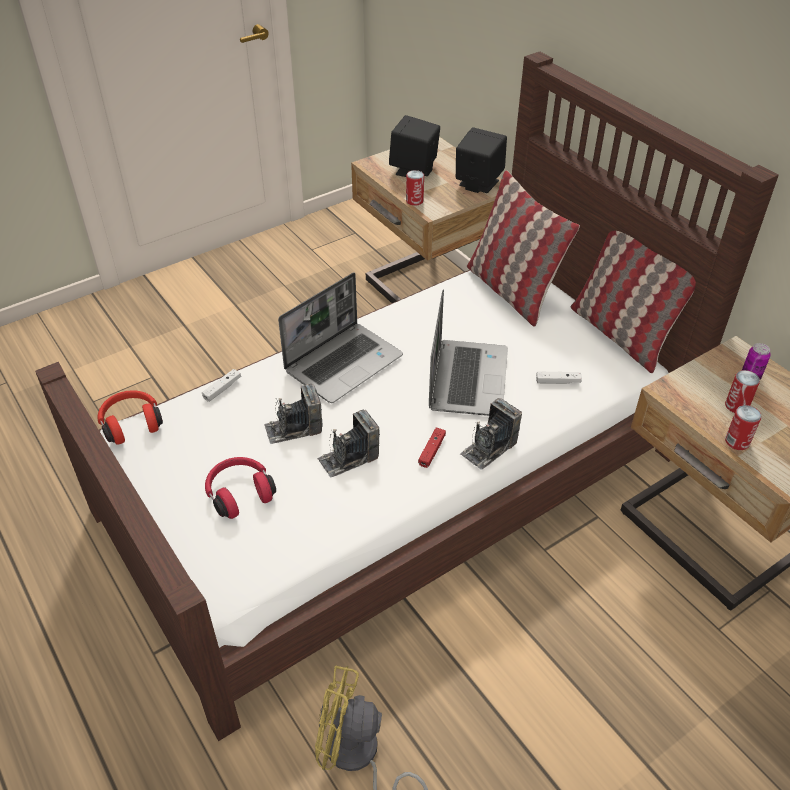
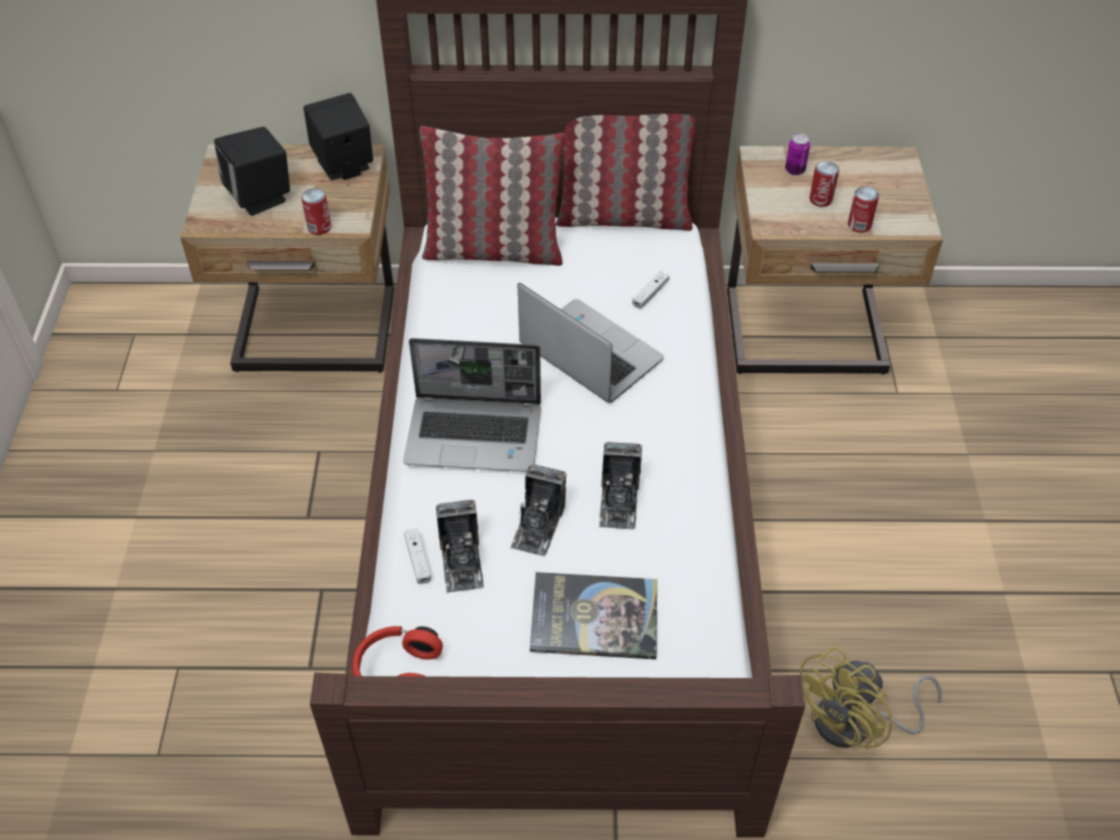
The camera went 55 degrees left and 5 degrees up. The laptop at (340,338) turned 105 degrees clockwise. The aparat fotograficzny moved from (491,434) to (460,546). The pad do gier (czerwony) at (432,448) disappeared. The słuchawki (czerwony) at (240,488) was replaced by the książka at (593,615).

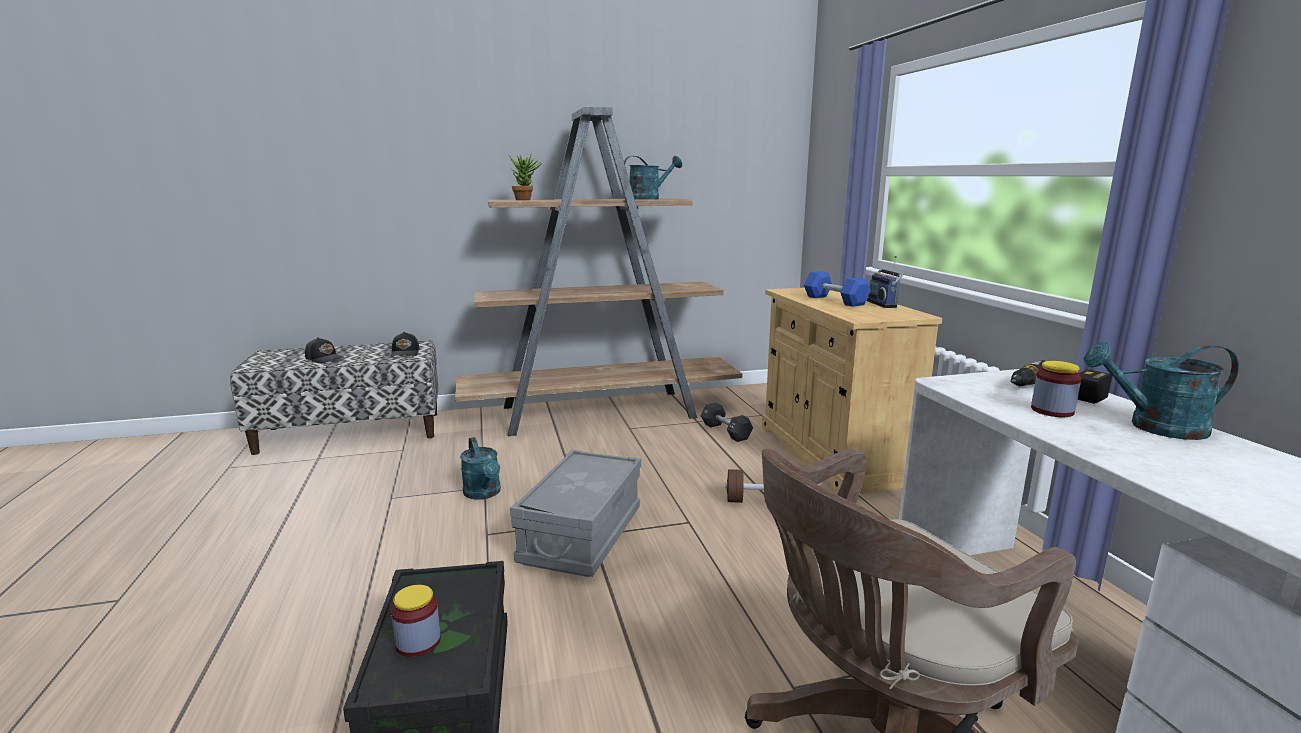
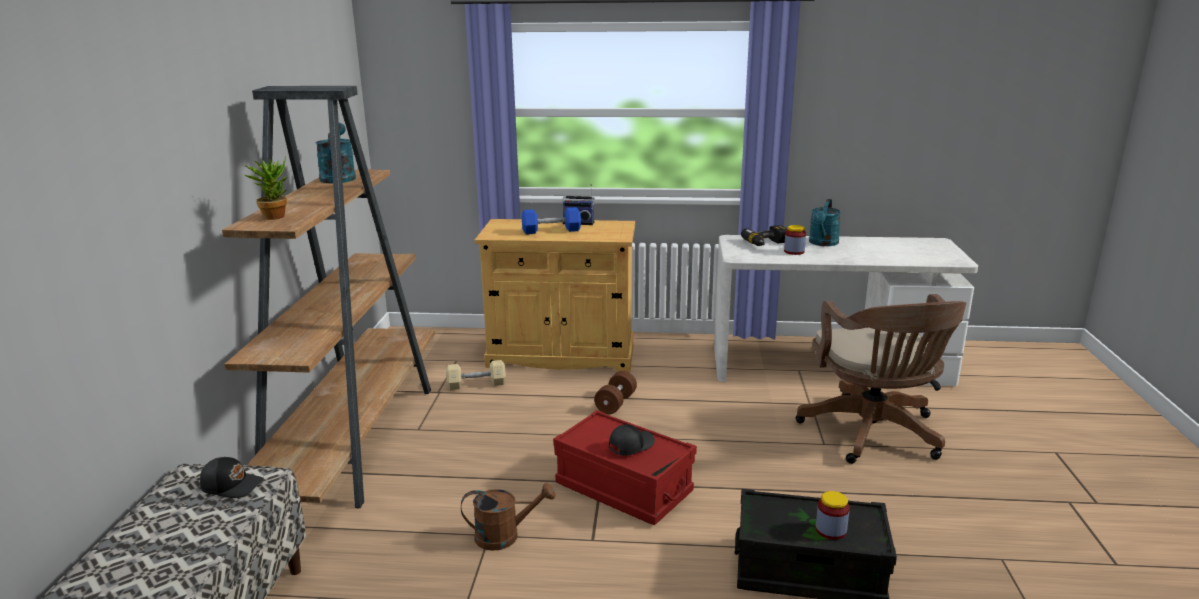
The camera went 70 degrees left and 5 degrees up. The czapka z daszkiem (czarny) moved from (324,350) to (632,439). The hantel (czarny) at (727,422) became the hantel (beżowy) at (476,375). The konewka (turkusowy) at (480,468) became the konewka (brązowy) at (508,516). The pojemnik do przechowywania (szary) at (575,513) became the pojemnik do przechowywania (czerwony) at (625,468).

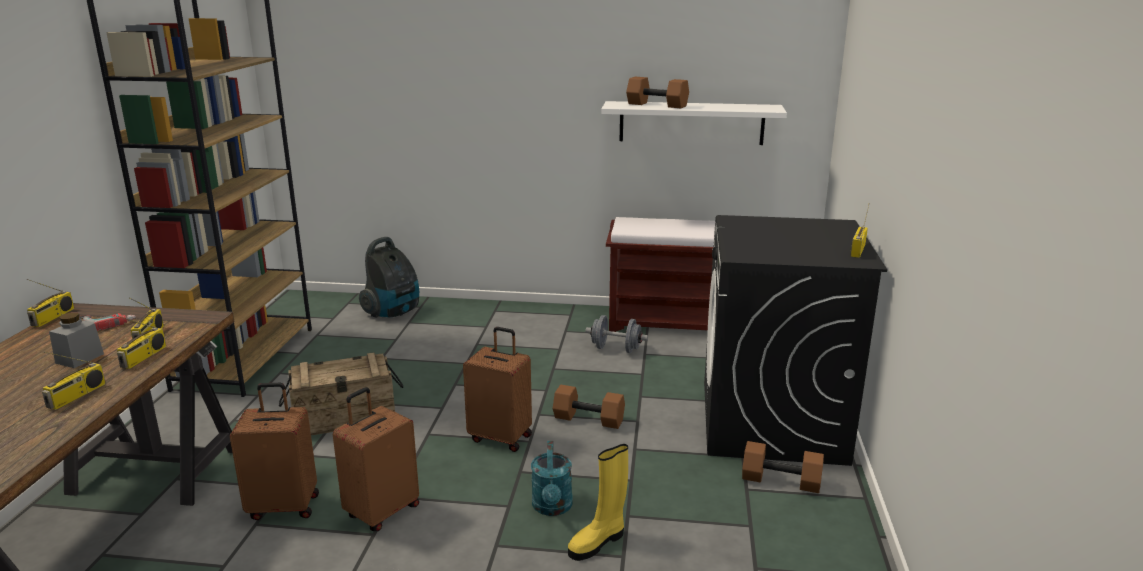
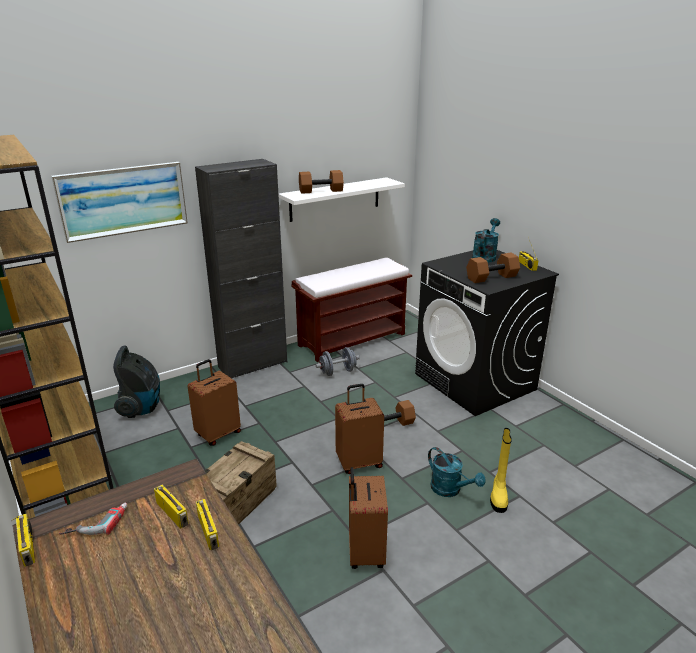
The camera went 40 degrees left and 5 degrees up. The słoik (szary) at (76,340) disappeared. The radio at (74,381) disappeared. The walizka (brązowy) moved from (274,451) to (214,402). The hantel (brązowy) moved from (783,467) to (493,268). The szafka (czarny) at (241,268) appeared. The obraz at (119,202) appeared. The konewka (turkusowy) at (486,240) appeared.

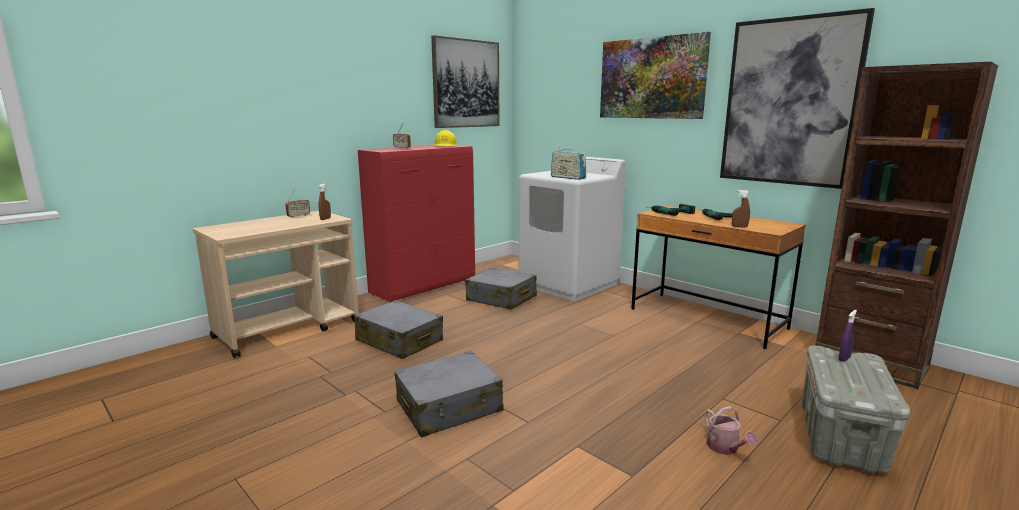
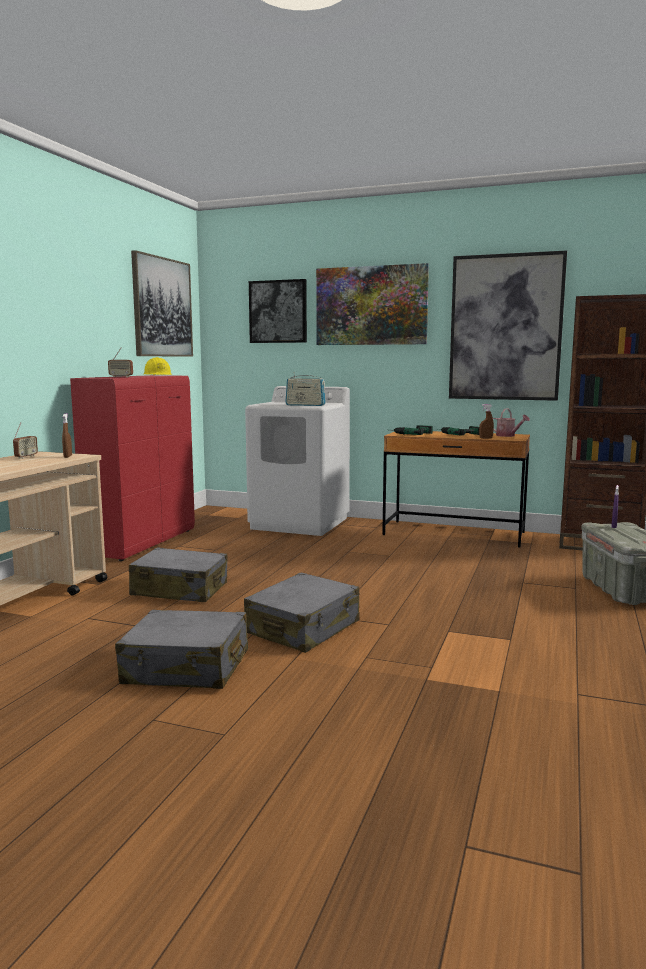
The camera went 25 degrees left and 5 degrees down. The walizka (szary) moved from (501,289) to (181,649). The konewka moved from (731,430) to (511,422). The obraz at (278,311) appeared.

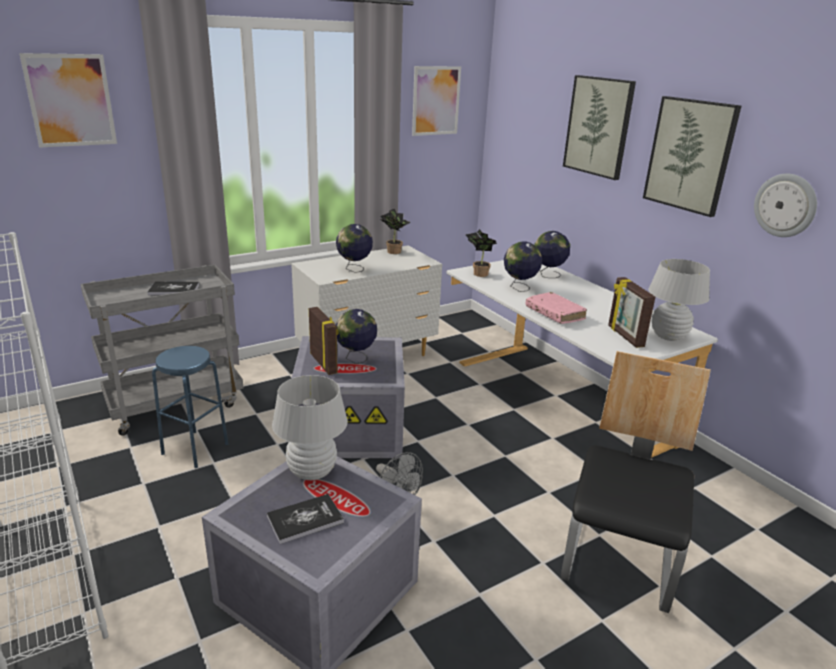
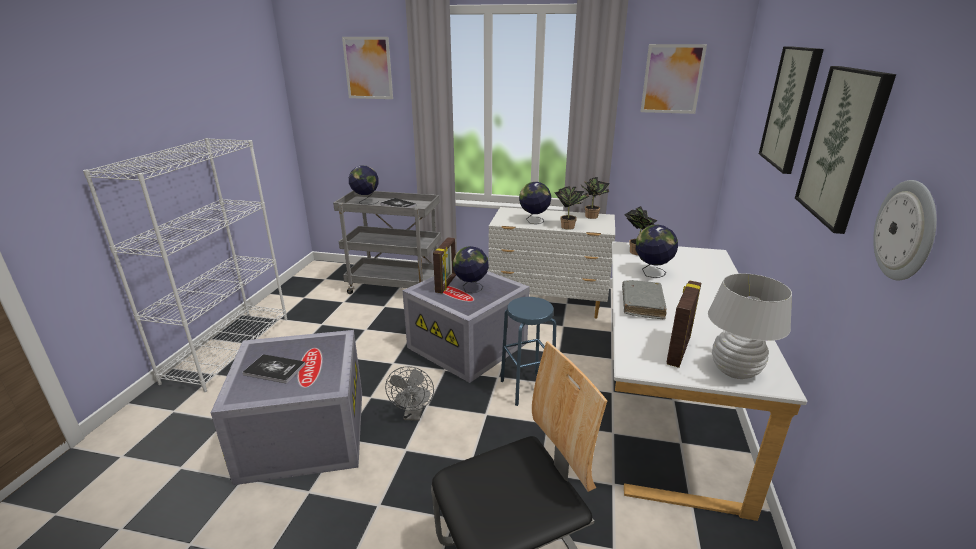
The camera went 45 degrees right and 0 degrees up. The globus moved from (552,254) to (364,185). The książka (różowy) at (556,308) became the książka (szary) at (644,299). The stołek (niebieski) moved from (190,407) to (528,351). The lampa stołowa (biały) at (310,427) disappeared. The roślina doniczkowa at (571,208) appeared.

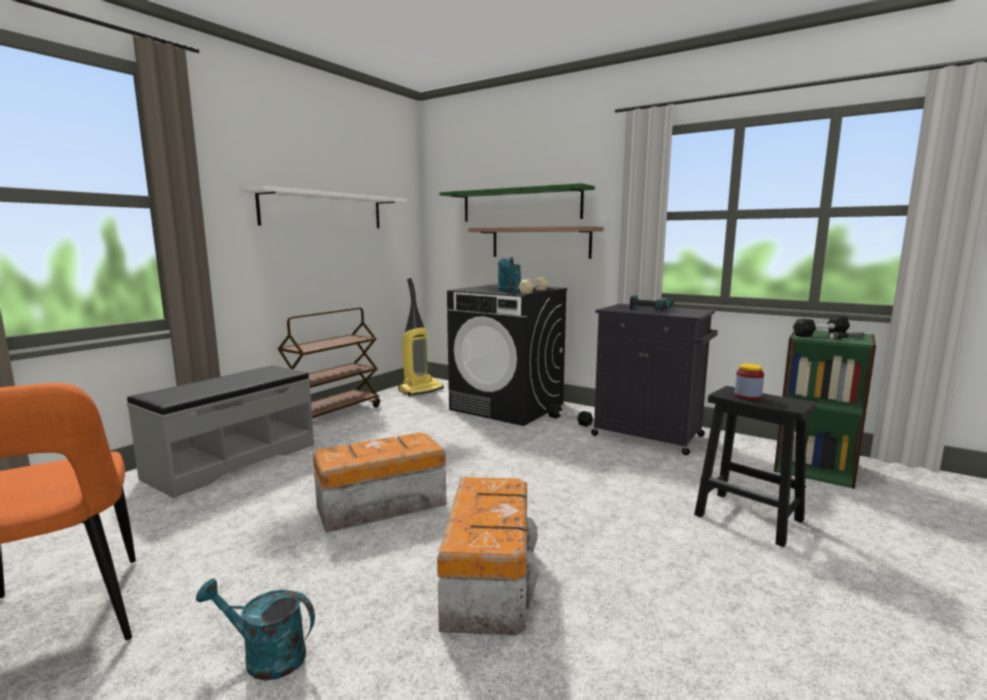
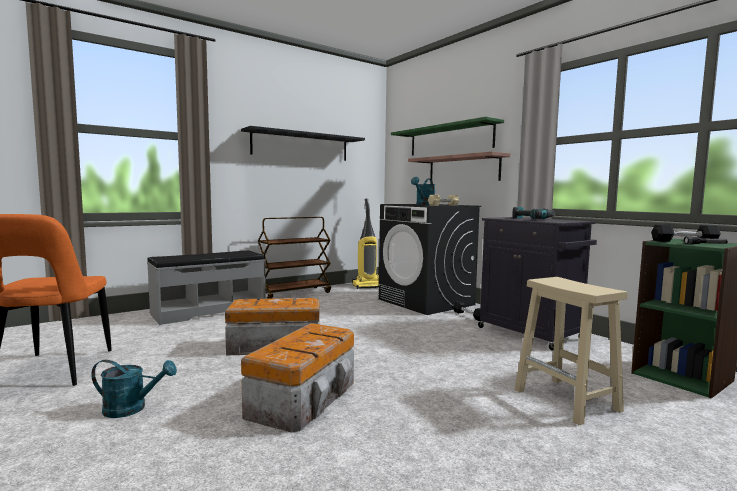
The camera went 20 degrees right and 5 degrees down. The półka (biały) at (324,207) became the półka (czarny) at (303,143). The słoik at (749,382) disappeared. The stołek (czarny) at (755,466) became the stołek (beżowy) at (571,351). The konewka (turkusowy) at (255,630) turned 150 degrees clockwise.

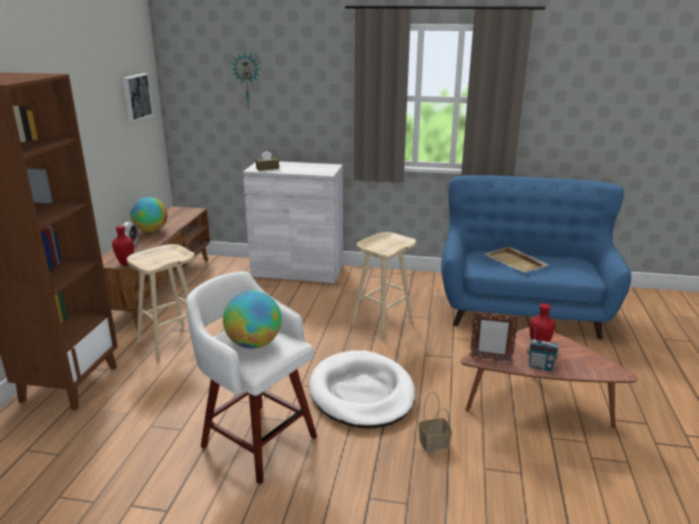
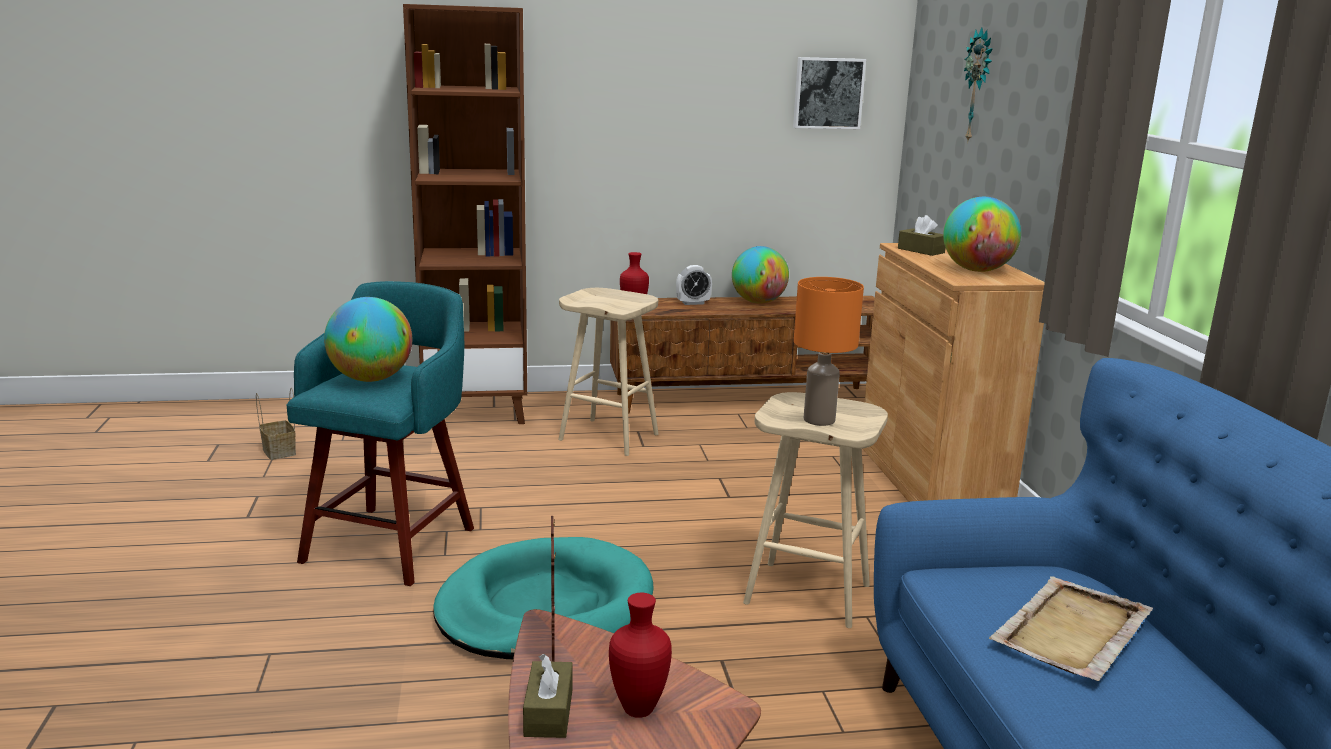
The camera went 70 degrees right and 5 degrees down. The szafka (biały) at (293,222) became the szafka (brązowy) at (954,372). The stołek (biały) at (251,377) became the stołek (turkusowy) at (380,433). The radio at (543,349) was replaced by the pudełko chusteczek (brązowy) at (548,696). The legowisko (biały) at (362,389) became the legowisko (turkusowy) at (543,598). The koszyk moved from (435,422) to (276,424). The globus at (982,234) appeared. The lampa stołowa (pomarańczowy) at (829,351) appeared.

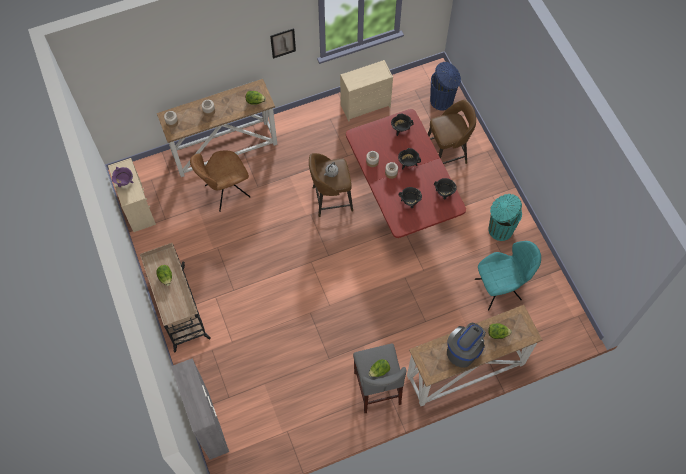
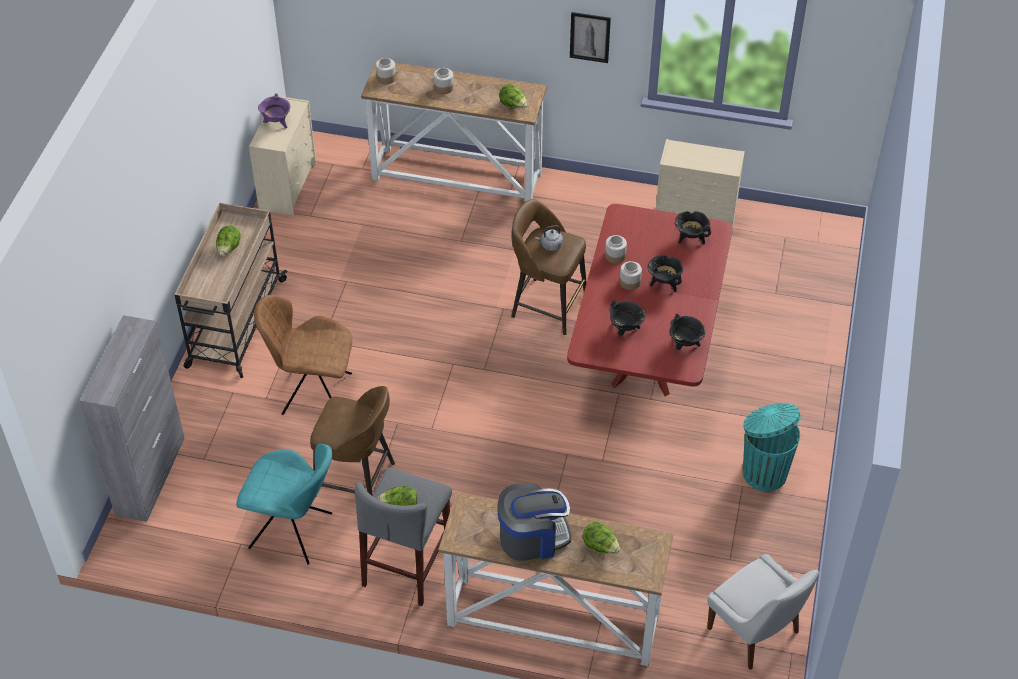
The camera went 35 degrees right and 15 degrees down. The kosz na śmieci (niebieski) at (445,86) disappeared. The stołek (brązowy) moved from (452,132) to (352,441). The krzesło (brązowy) moved from (220,181) to (303,355). The krzesło (turkusowy) moved from (508,276) to (284,504). The krzesło (biały) at (763,611) appeared.

